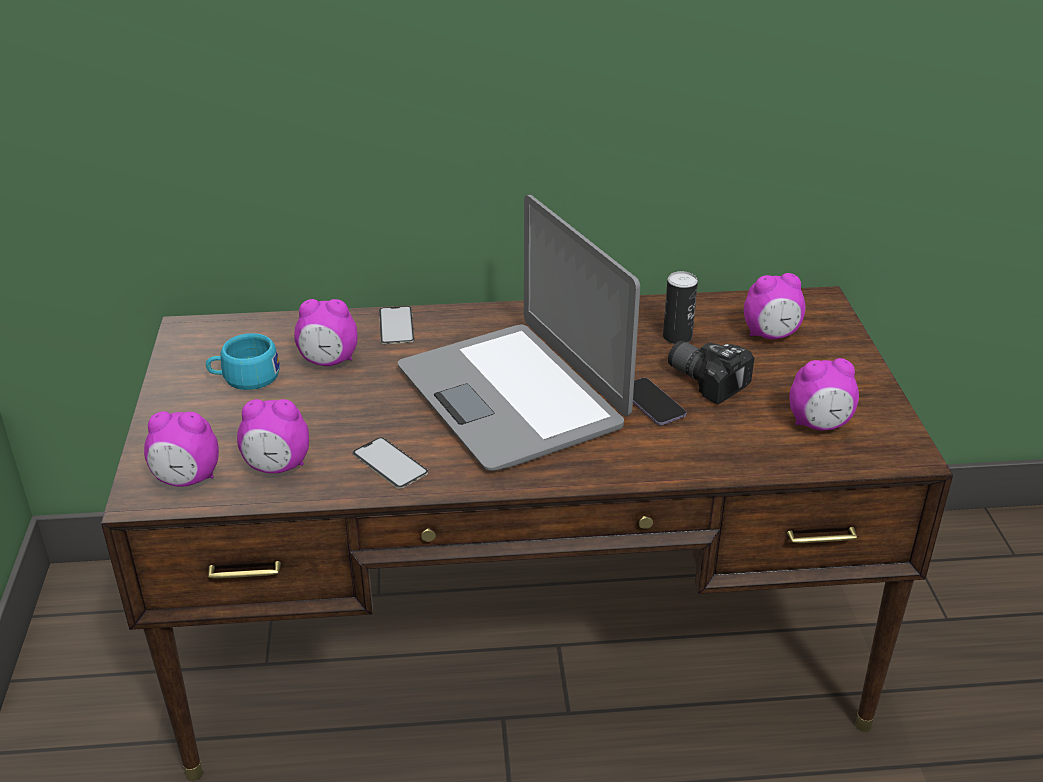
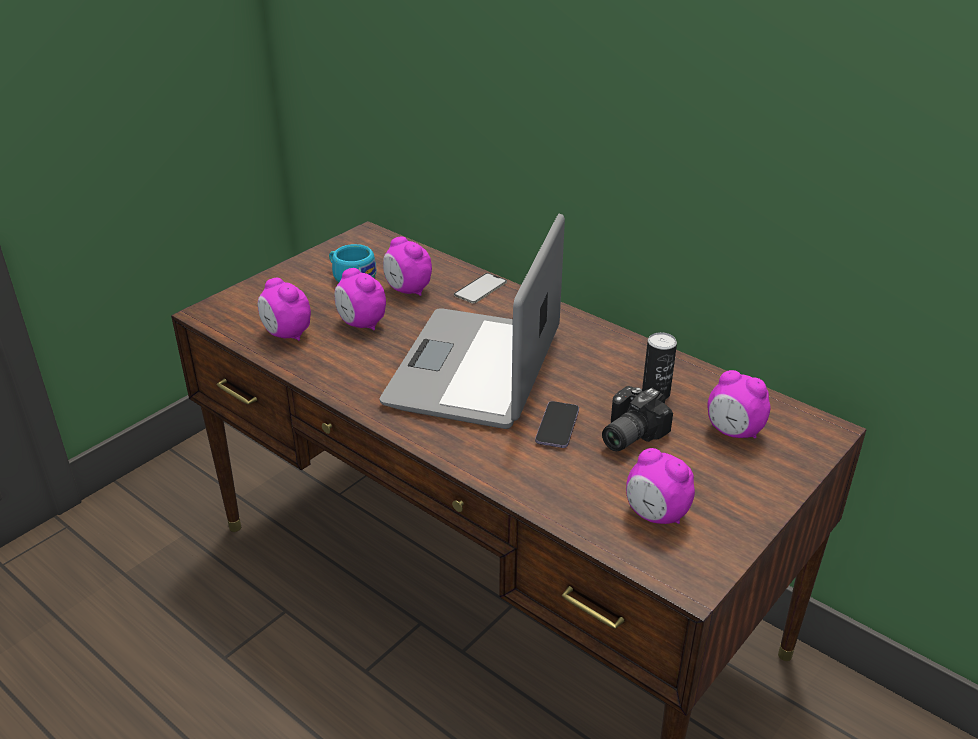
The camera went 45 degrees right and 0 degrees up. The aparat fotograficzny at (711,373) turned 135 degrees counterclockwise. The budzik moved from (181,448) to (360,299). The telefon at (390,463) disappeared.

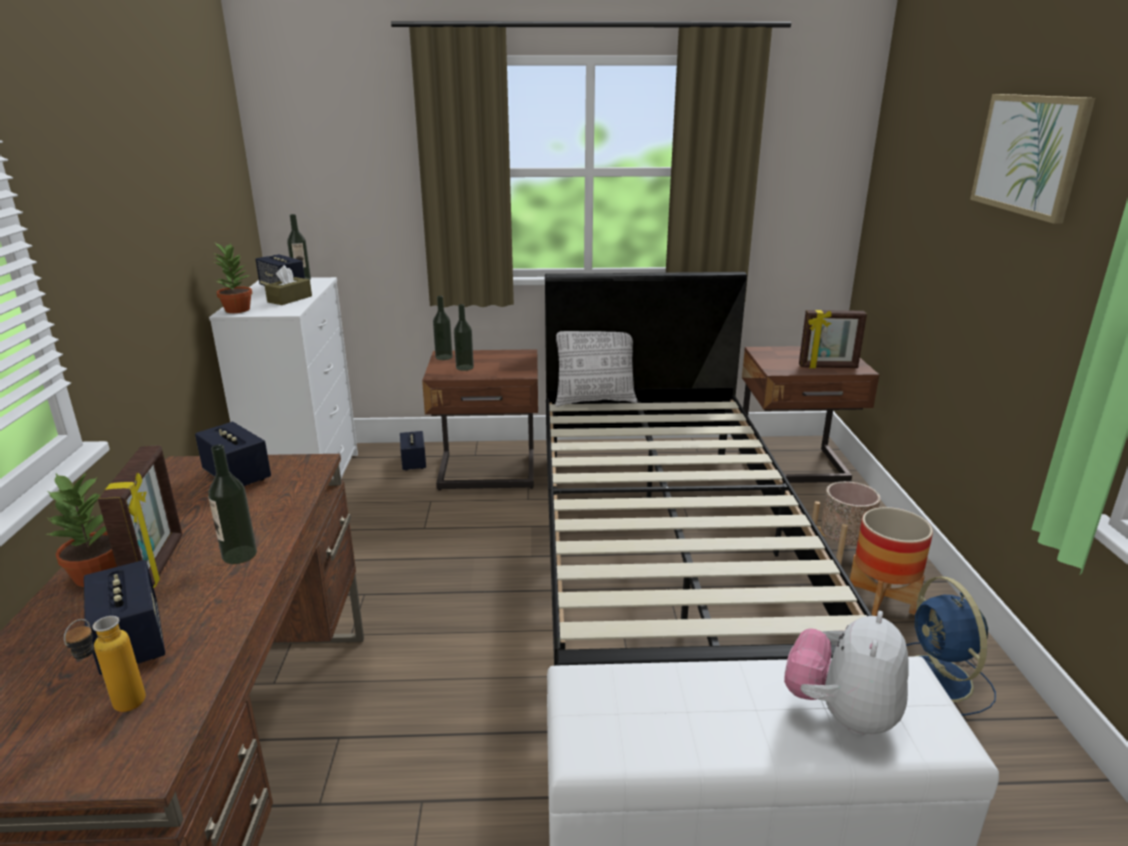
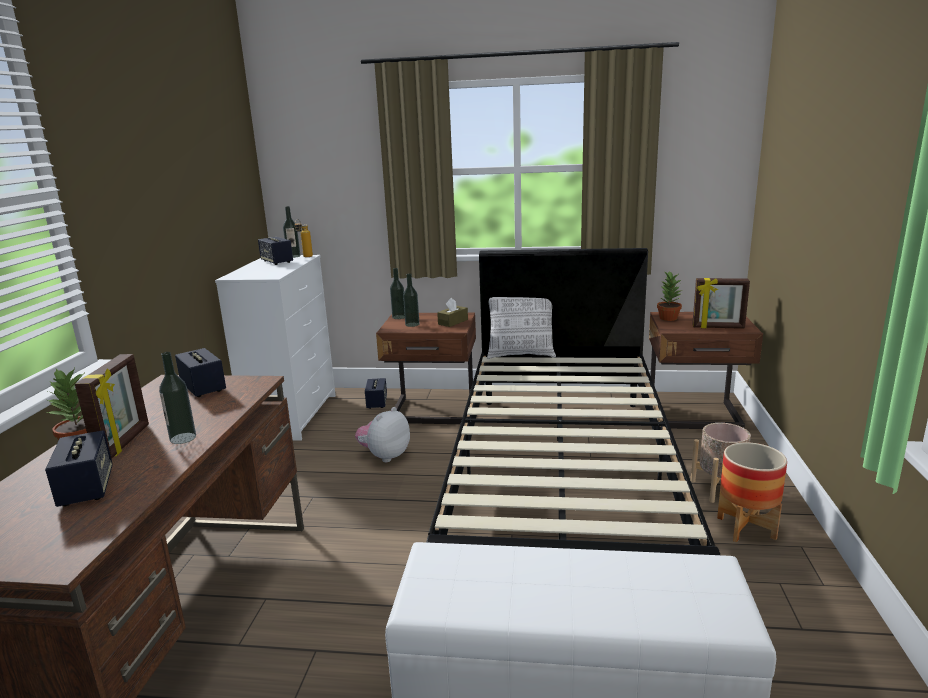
The camera went 10 degrees right and 5 degrees down. The obraz at (1032,159) disappeared. The roślina doniczkowa moved from (233,278) to (669,296). The pudełko chusteczek (brązowy) moved from (288,285) to (452,312). The wentylator (niebieski) at (951,646) disappeared. The pluszak moved from (846,673) to (382,434). The butelka moved from (105,664) to (303,238).

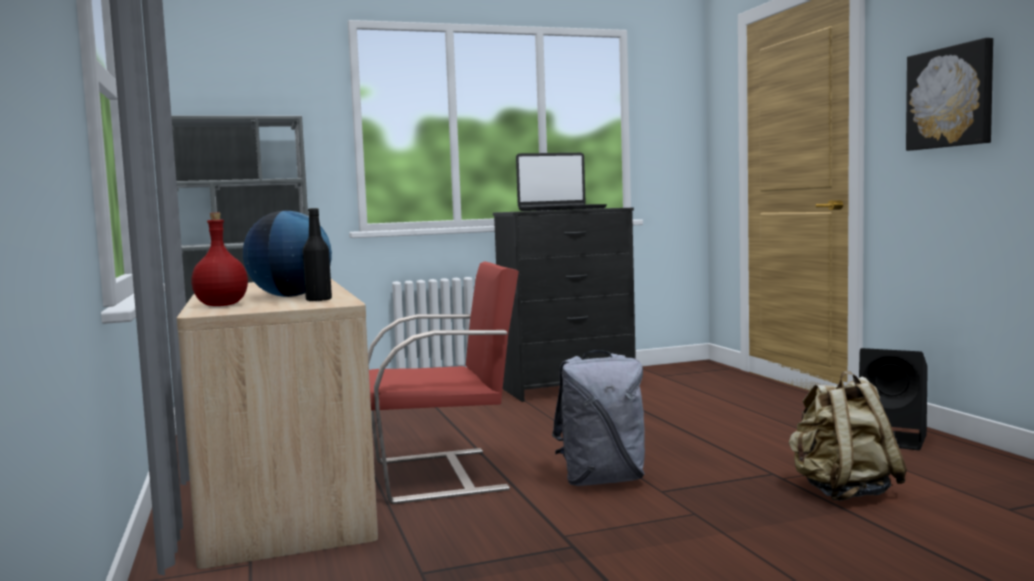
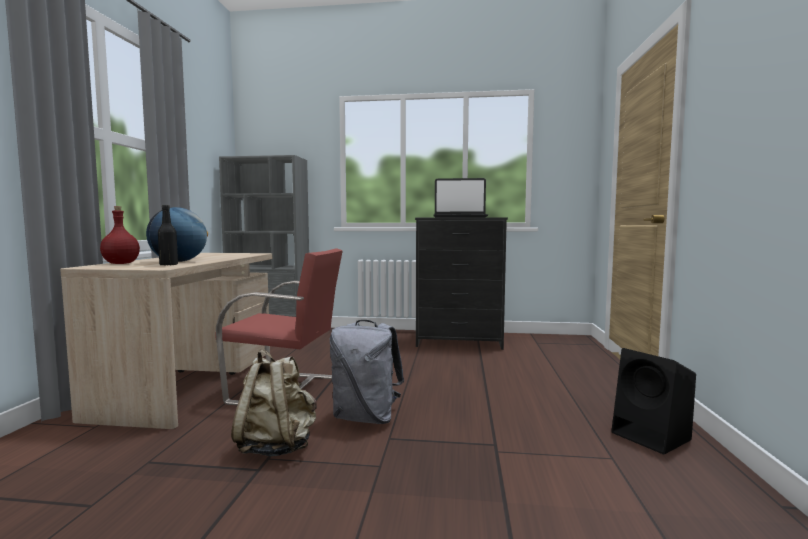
The camera went 25 degrees right and 0 degrees up. The obraz at (949,94) disappeared. The plecak (beżowy) moved from (848,436) to (274,403).

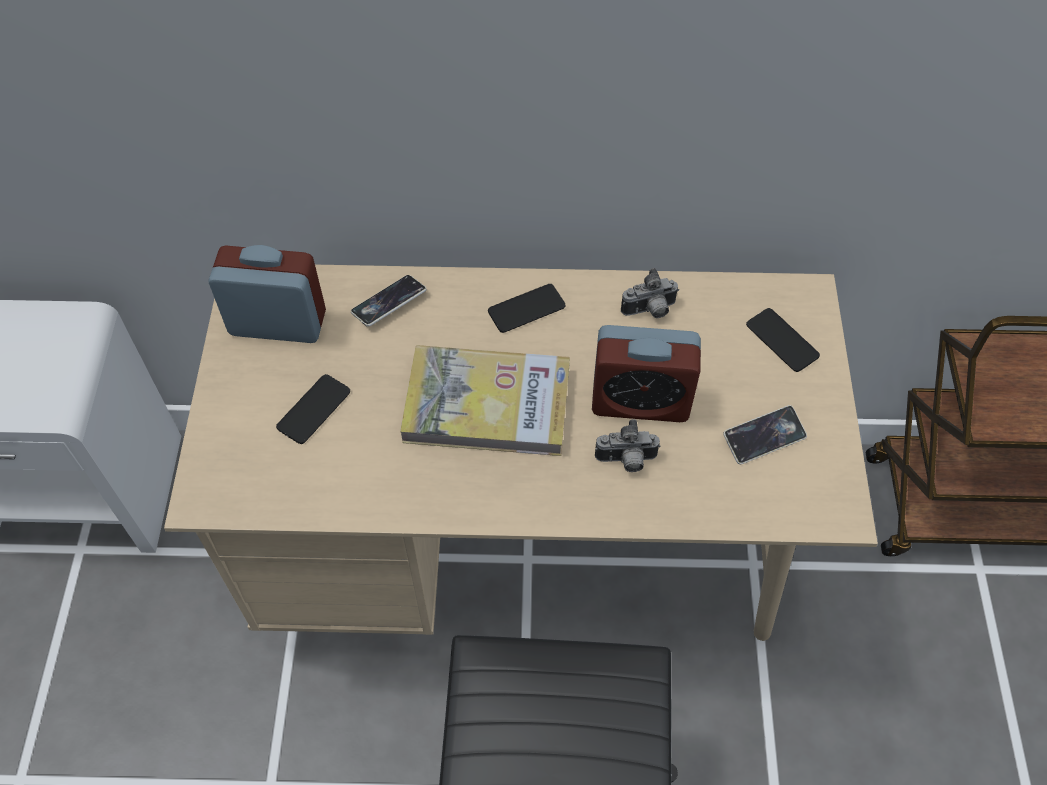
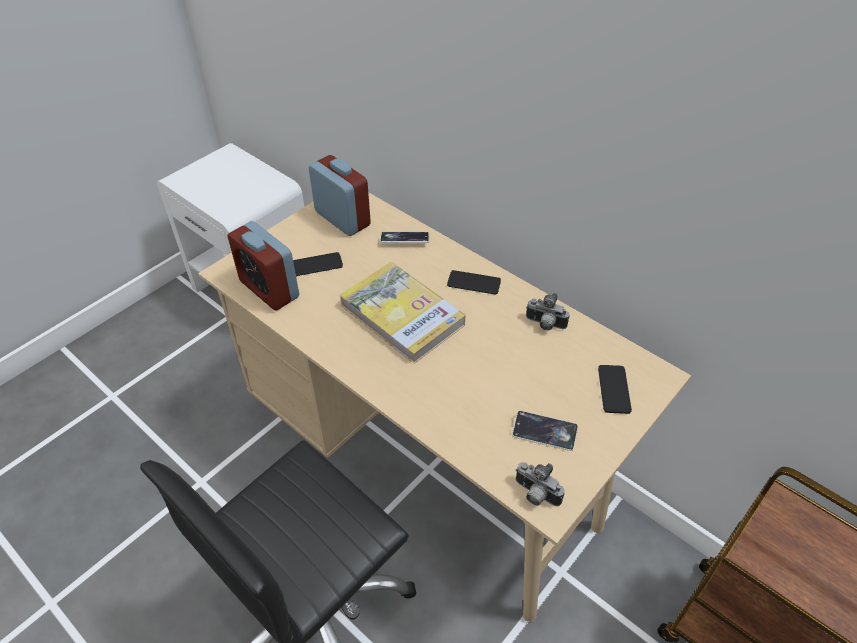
The camera went 40 degrees right and 10 degrees down. The budzik moved from (646,373) to (263,266). The aparat fotograficzny moved from (628,445) to (540,484).

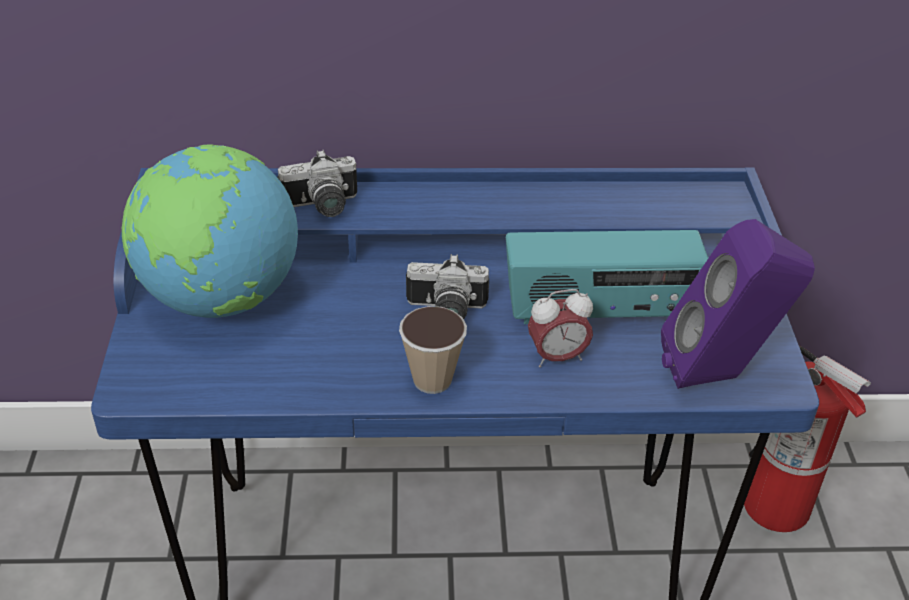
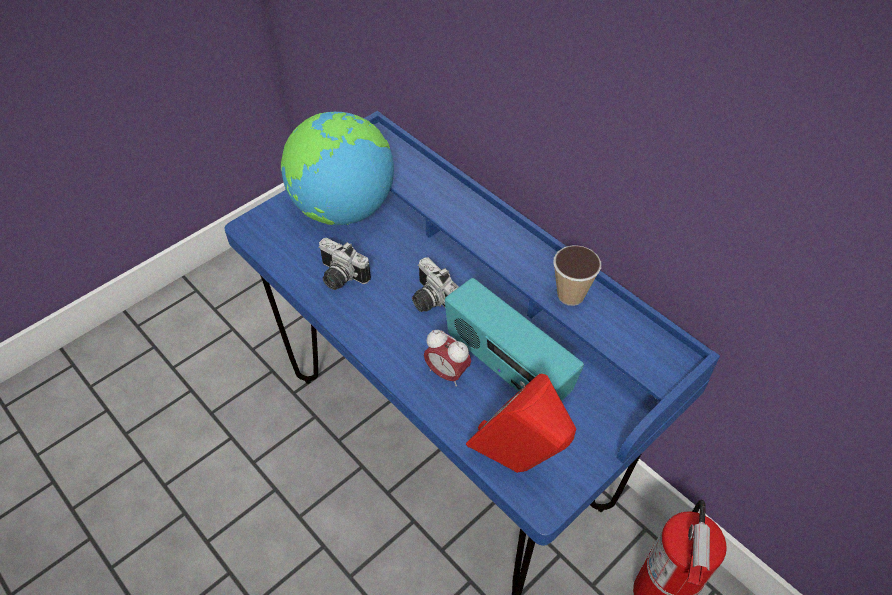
The camera went 50 degrees right and 10 degrees up. The aparat fotograficzny moved from (317,183) to (344,264). The głośnik (fioletowy) at (738,304) became the głośnik (czerwony) at (521,423). The filiżanka moved from (433,350) to (577,275).

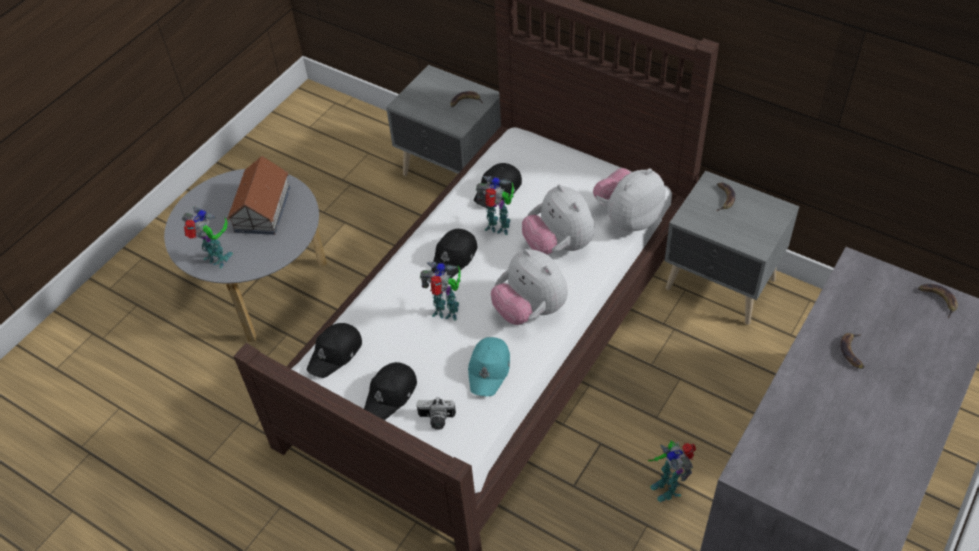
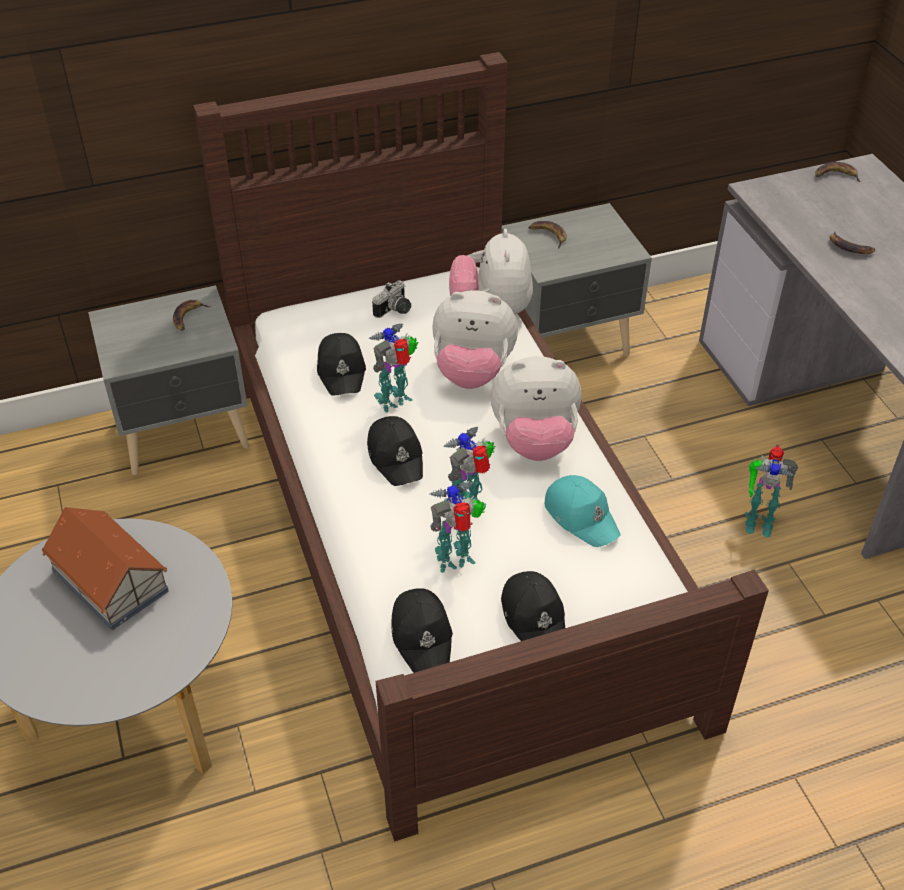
The camera went 55 degrees left and 5 degrees down. The robot zabawkowy moved from (207,238) to (457,527). The aparat fotograficzny moved from (436,413) to (391,299).

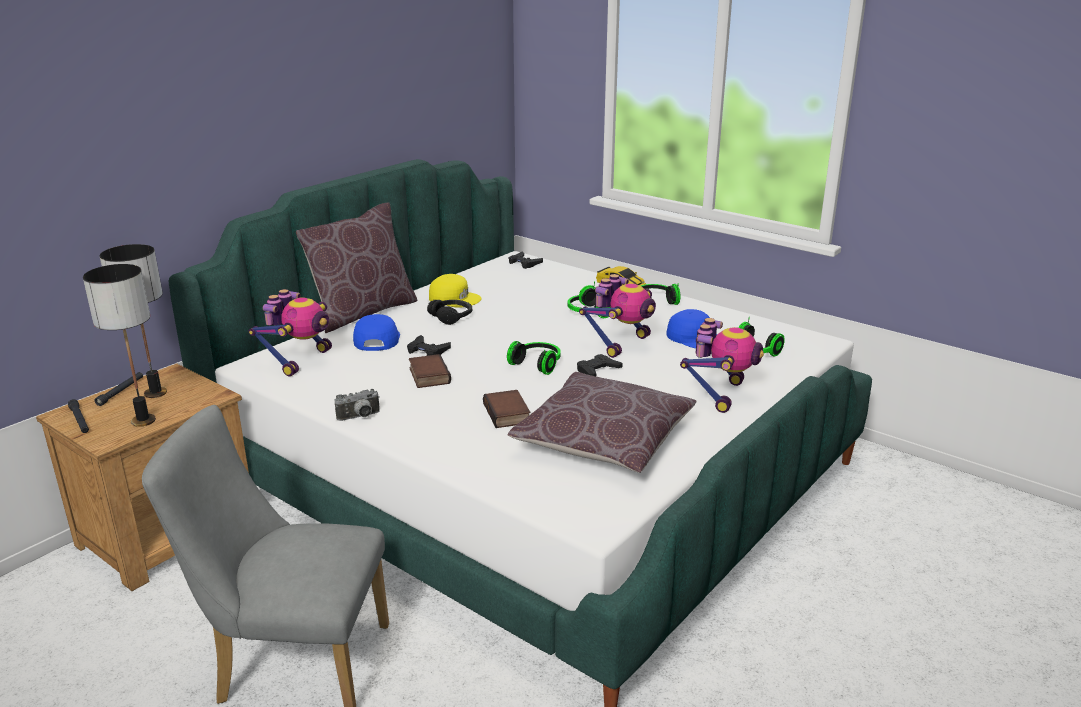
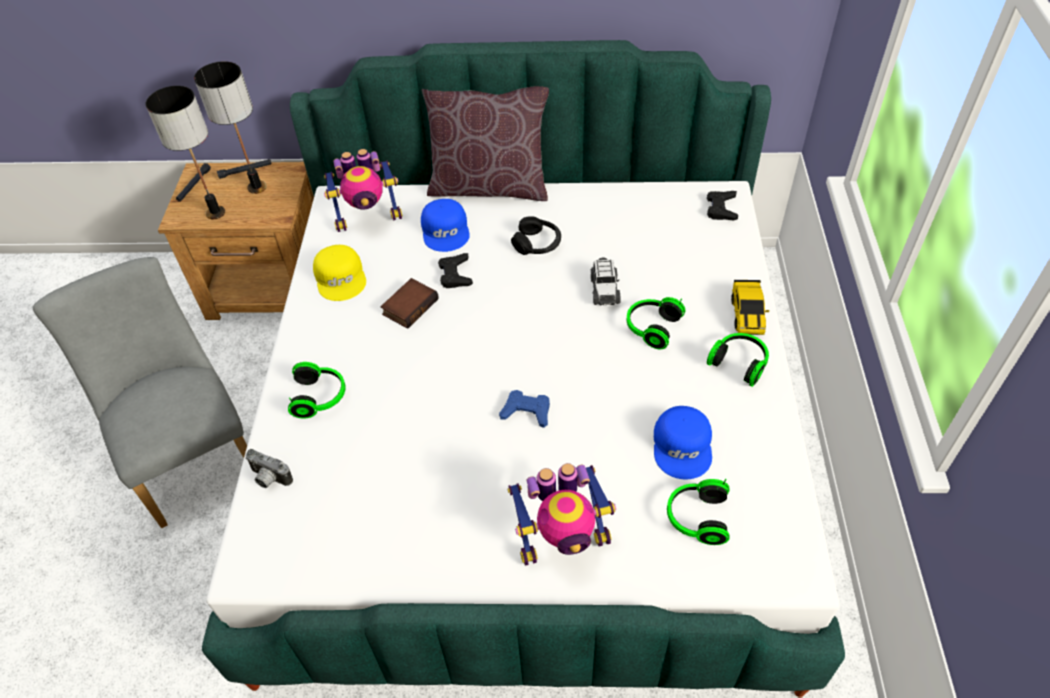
The camera went 55 degrees right and 25 degrees up. The czapka z daszkiem (żółty) moved from (455,291) to (339,273). The robot zabawkowy at (617,316) disappeared. The czapka z daszkiem (niebieski) at (376,332) turned 120 degrees clockwise. The słuchawki moved from (534,358) to (317,390). The pad do gier (czarny) at (600,365) became the pad do gier (niebieski) at (524,409). The poduszka (brązowy) at (602,422) disappeared. The aparat fotograficzny moved from (357,405) to (269,468). The książka at (506,409) disappeared. The samochodzik at (605,281) appeared.

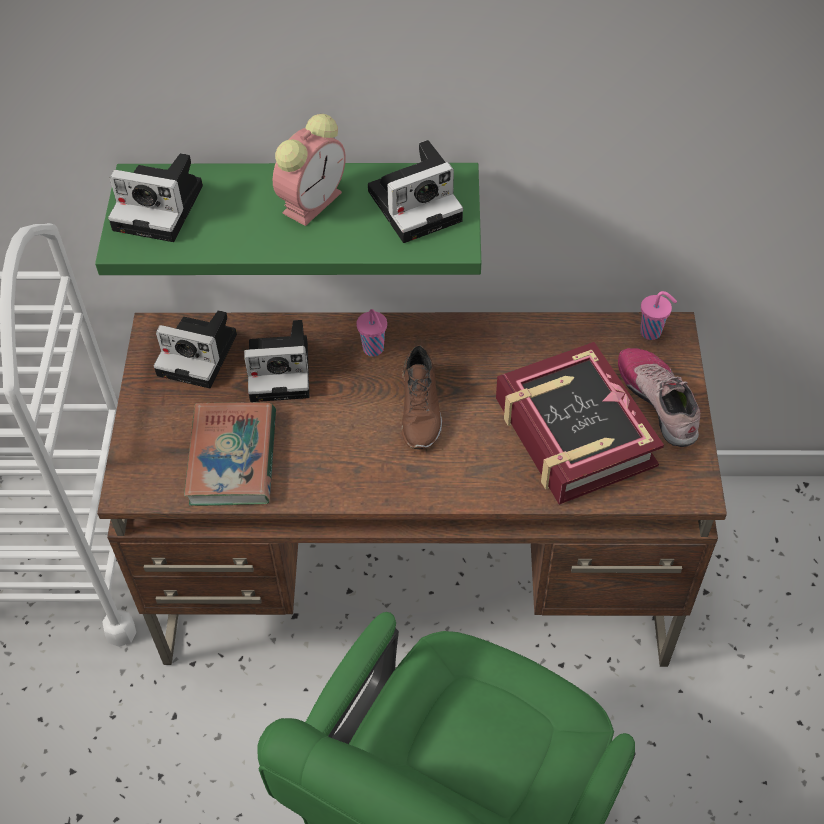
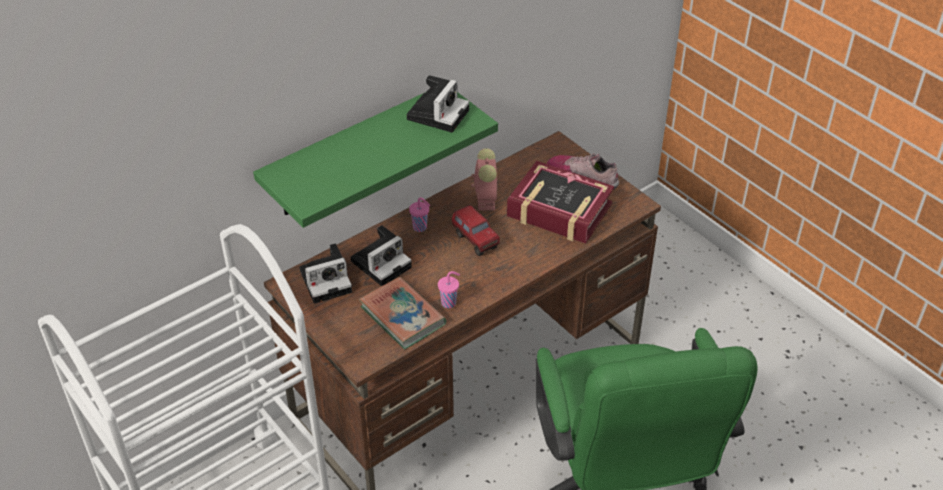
The camera went 40 degrees left and 10 degrees down. The budzik moved from (309,170) to (484,179). The aparat fotograficzny at (155,197) disappeared. The filiżanka (różowy) moved from (658,315) to (449,289). The but (brązowy) at (422,397) was replaced by the ciężarówka zabawkowa at (476,230).

